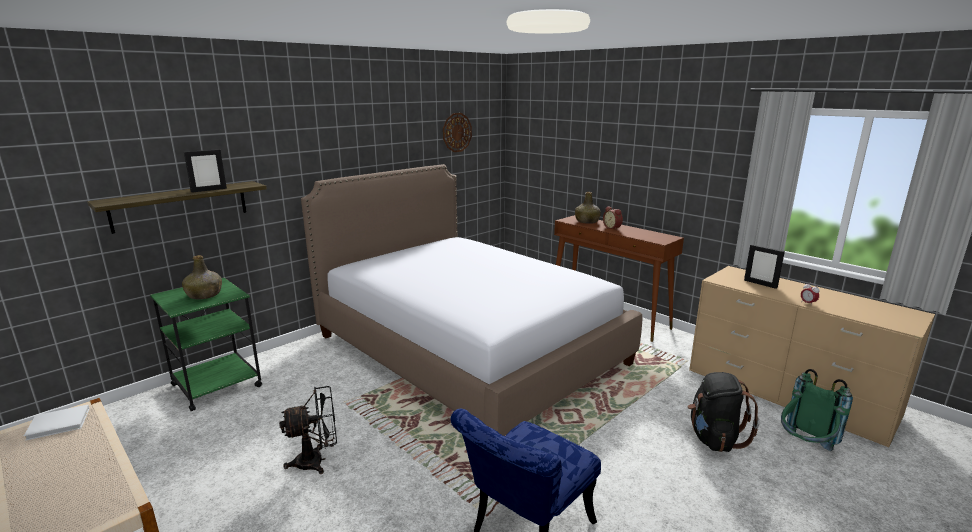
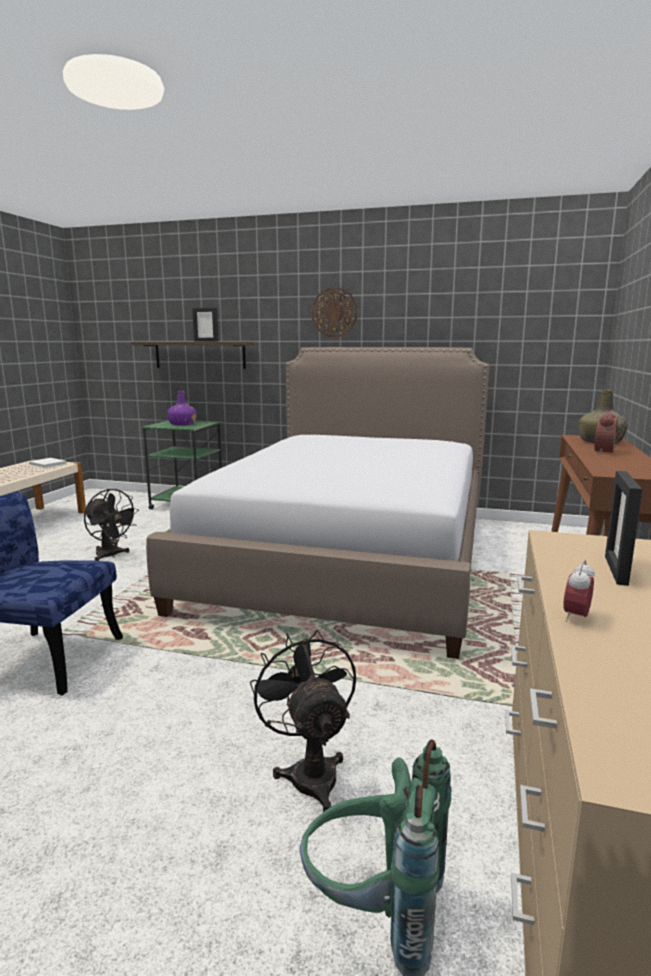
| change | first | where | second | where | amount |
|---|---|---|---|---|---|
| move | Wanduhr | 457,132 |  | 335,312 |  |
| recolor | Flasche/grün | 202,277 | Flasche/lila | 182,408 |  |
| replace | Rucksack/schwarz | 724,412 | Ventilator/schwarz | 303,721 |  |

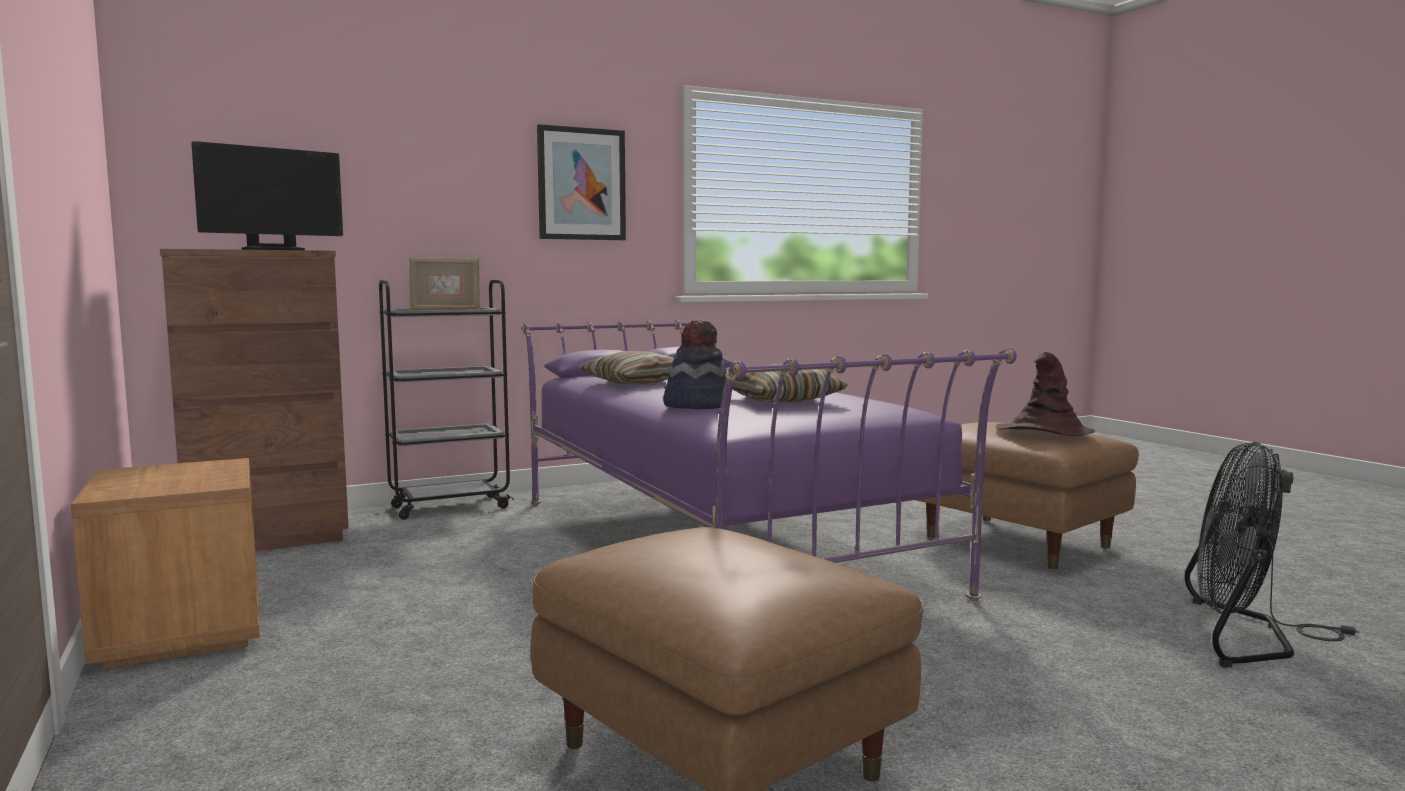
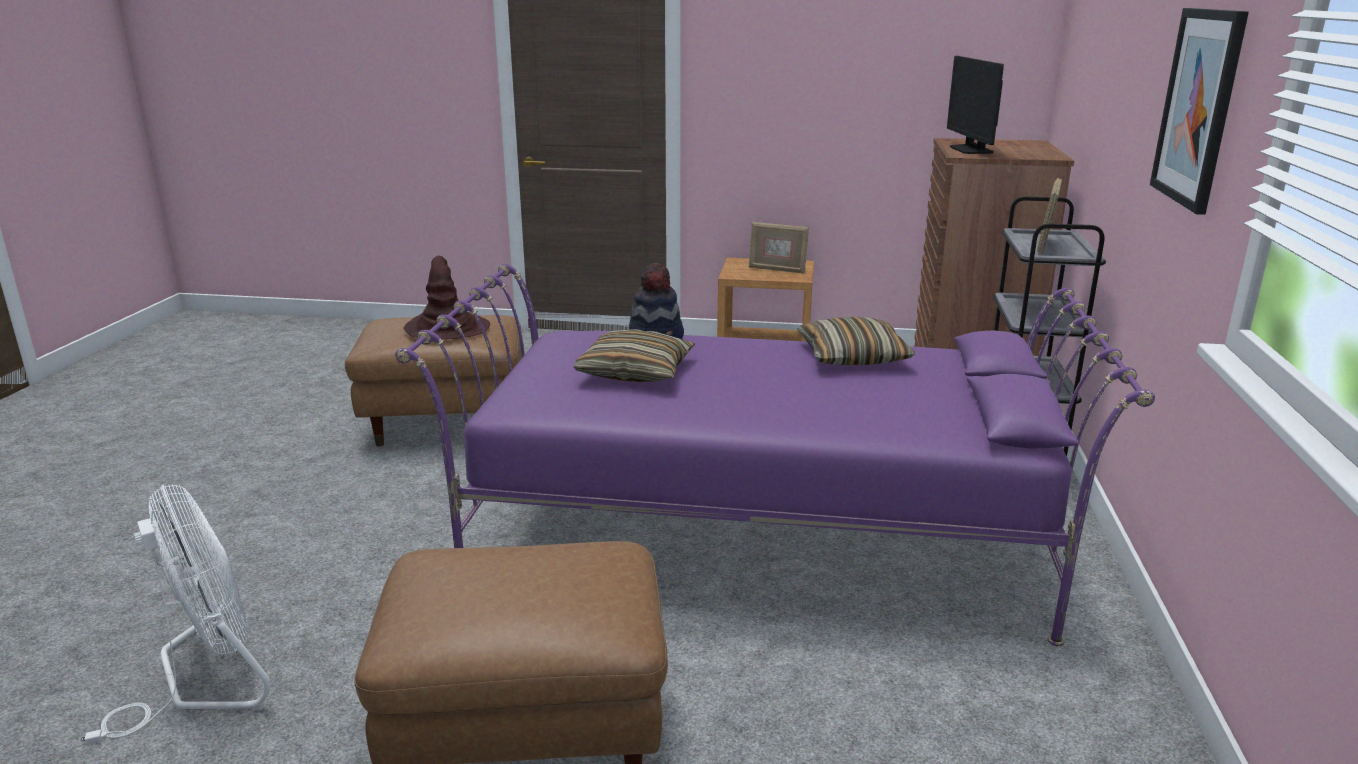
| change | first | where | second | where | amount |
|---|---|---|---|---|---|
| move | Hut/braun | 1045,394 |  | 447,297 |  |
| recolor | Ventilator/schwarz | 1272,555 | Ventilator/weiß | 176,614 |  |
| insert |  |  | Bilderrahmen | 779,248 |  |

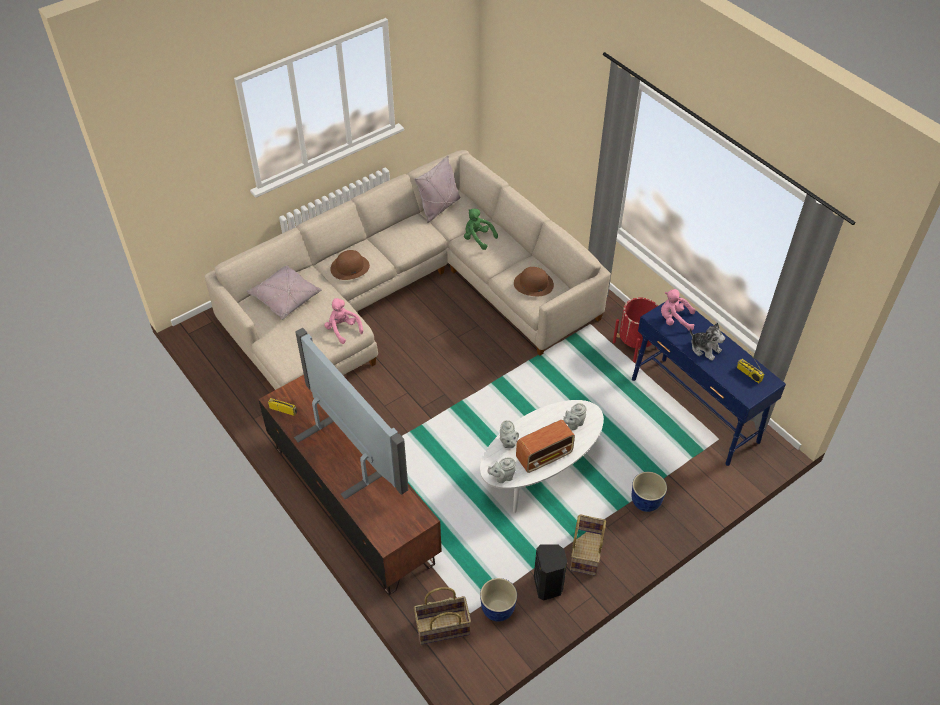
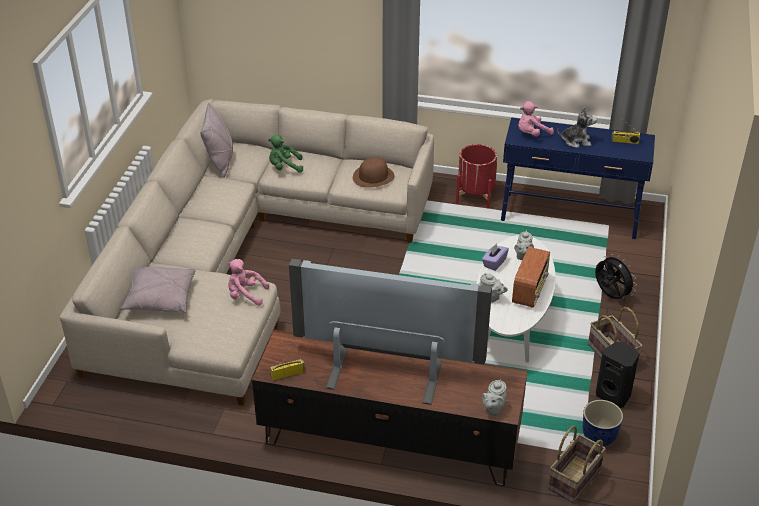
| change | first | where | second | where | amount |
|---|---|---|---|---|---|
| delete | Hut/braun | 350,265 |  |  |  |
| move | Teekanne/grau | 501,470 |  | 494,397 |  |
| replace | Pflanzkübel | 649,492 | Ventilator/schwarz | 616,276 |  |
| insert |  |  | Taschentuchbox/lila | 495,257 |  |

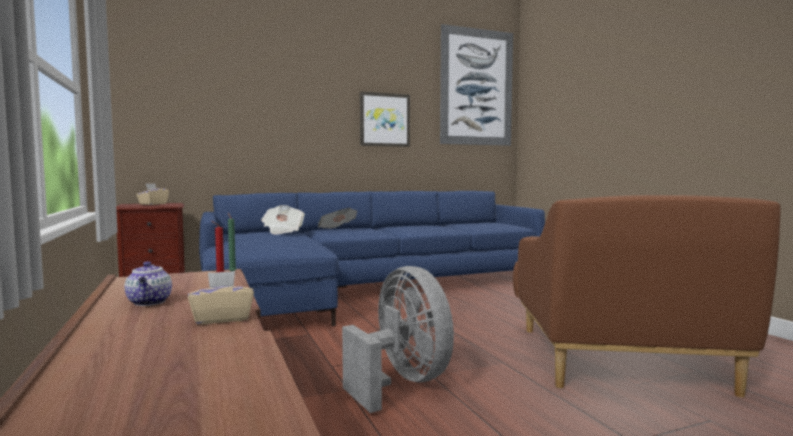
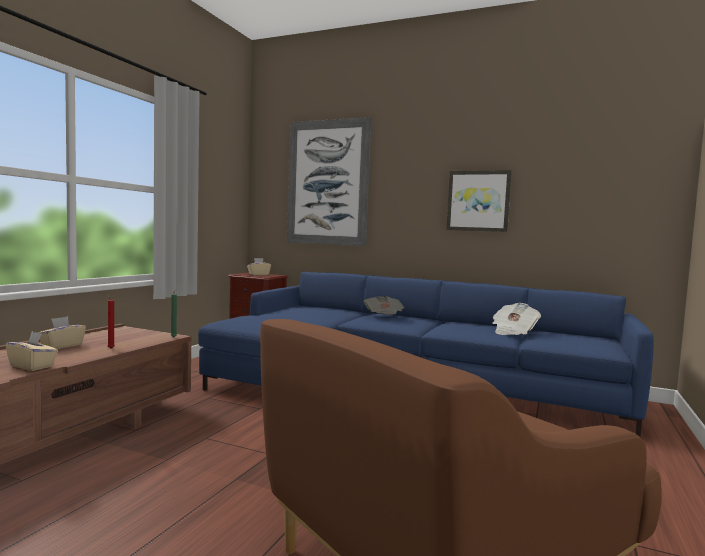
| change | first | where | second | where | amount |
|---|---|---|---|---|---|
| move | Bild | 476,85 |  | 329,181 |  |
| move | Zeitung | 283,219 |  | 517,319 |  |
| replace | Teekanne | 148,283 | Taschentuchbox/beige | 62,332 |  |
| delete | Ventilator/grau | 398,339 |  |  |  |

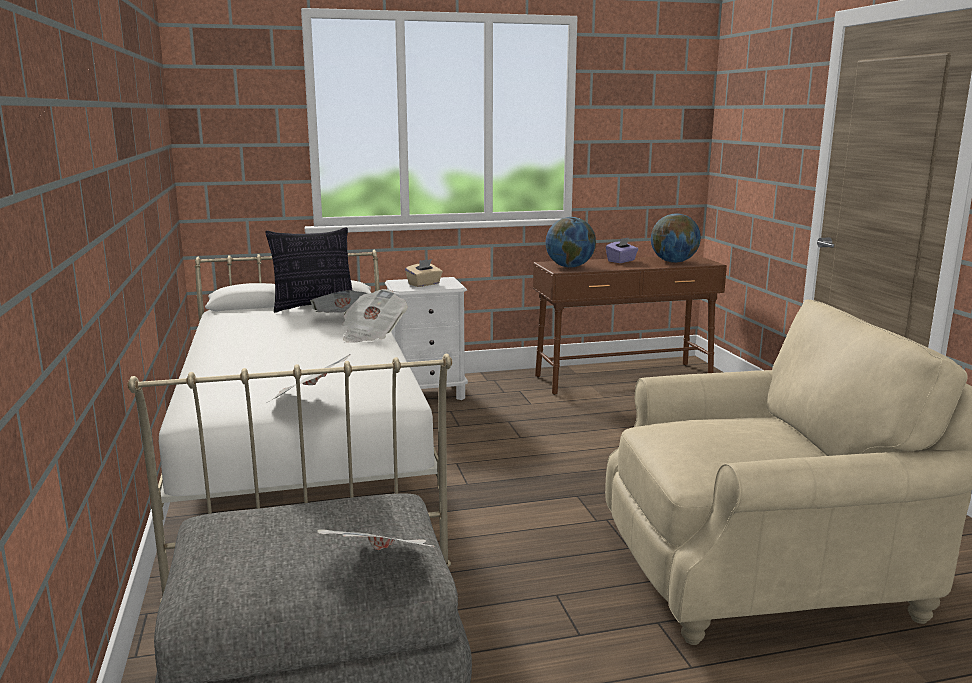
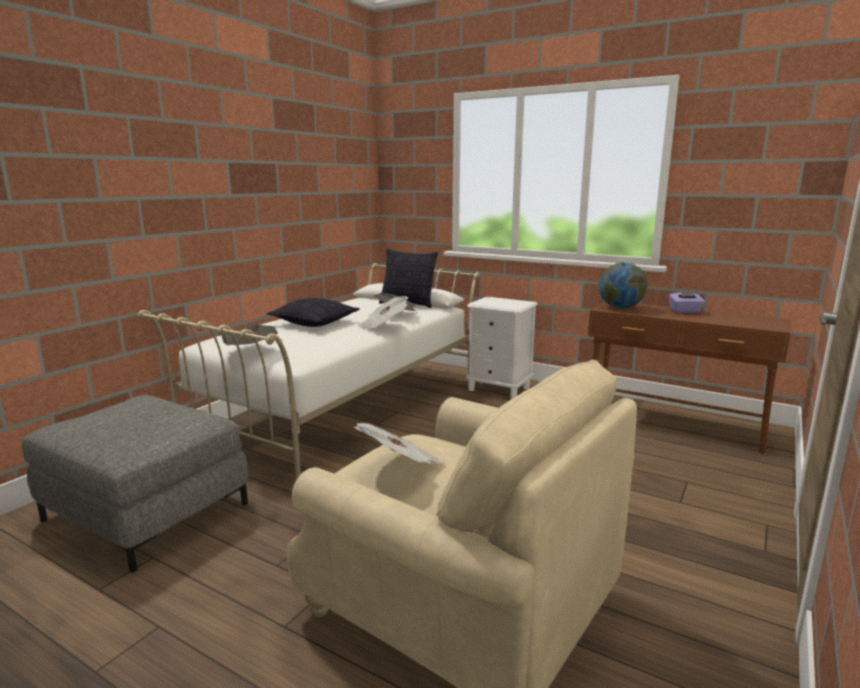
| change | first | where | second | where | amount |
|---|---|---|---|---|---|
| delete | Globus | 676,238 |  |  |  |
| delete | Taschentuchbox/beige | 424,273 |  |  |  |
| move | Zeitung | 375,539 |  | 399,443 |  |
| insert |  |  | Kissen | 313,312 |  |

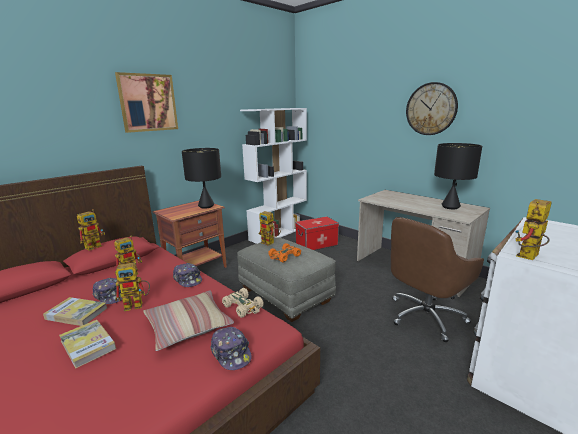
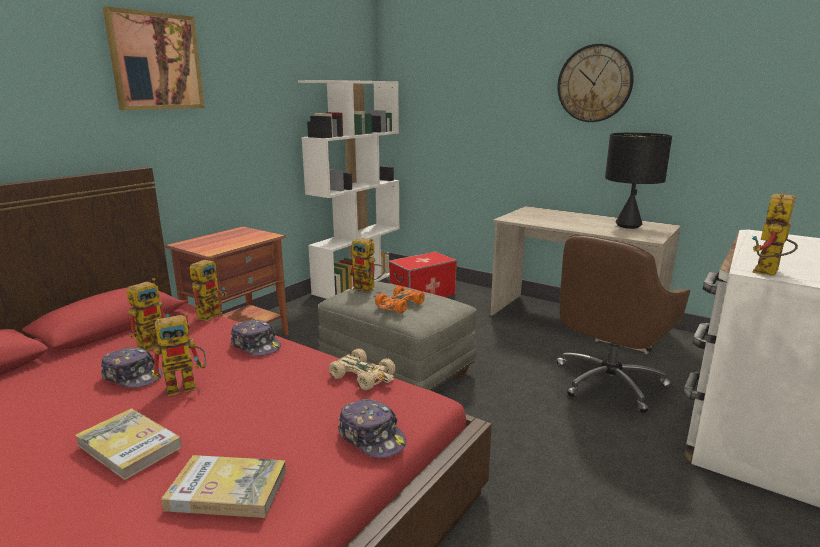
| change | first | where | second | where | amount |
|---|---|---|---|---|---|
| delete | Tischlampe/schwarz | 201,178 |  |  |  |
| move | Spielzeugroboter | 91,230 |  | 208,288 |  |
| delete | Kissen | 188,320 |  |  |  |
| move | Buch | 75,311 |  | 223,486 |  |

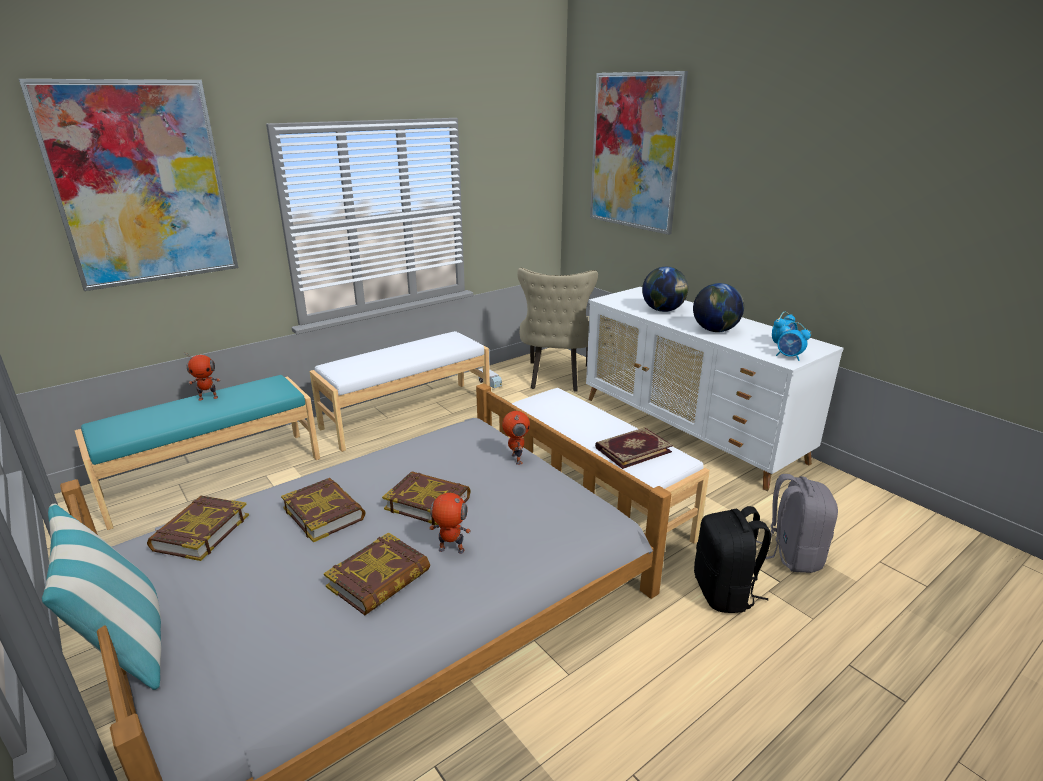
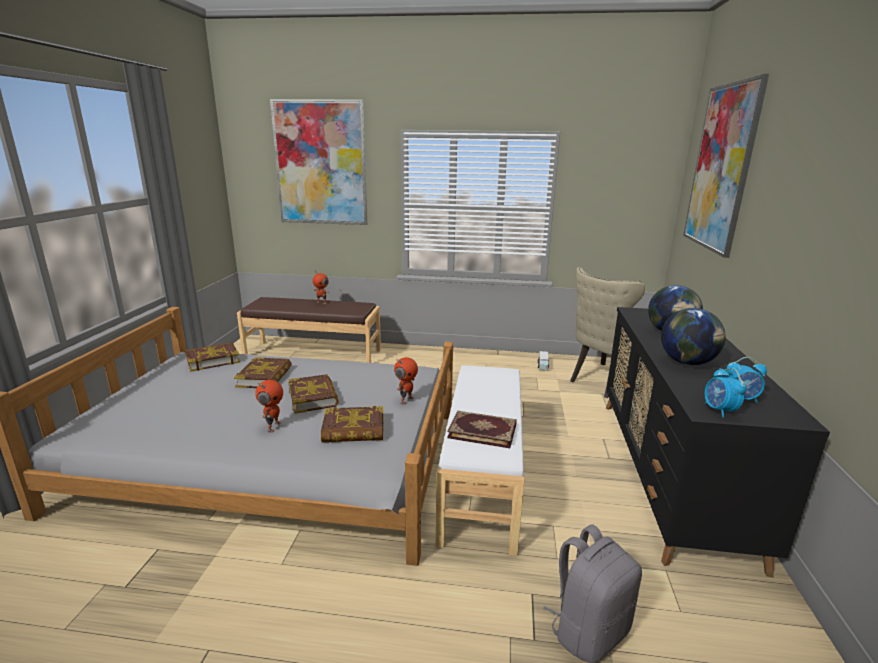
| change | first | where | second | where | amount |
|---|---|---|---|---|---|
| recolor | Kommode/weiß | 715,389 | Kommode/schwarz | 718,442 |  |
| delete | Bank/weiß | 399,391 |  |  |  |
| recolor | Bank/türkis | 197,452 | Bank/braun | 309,330 |  |
| rotate | Spielzeugroboter | 450,523 |  | 269,406 | 45 degrees clockwise |
| delete | Kissen | 101,597 |  |  |  |
| delete | Rucksack/schwarz | 732,559 |  |  |  |
| move | Buch | 377,573 |  | 352,424 |  |

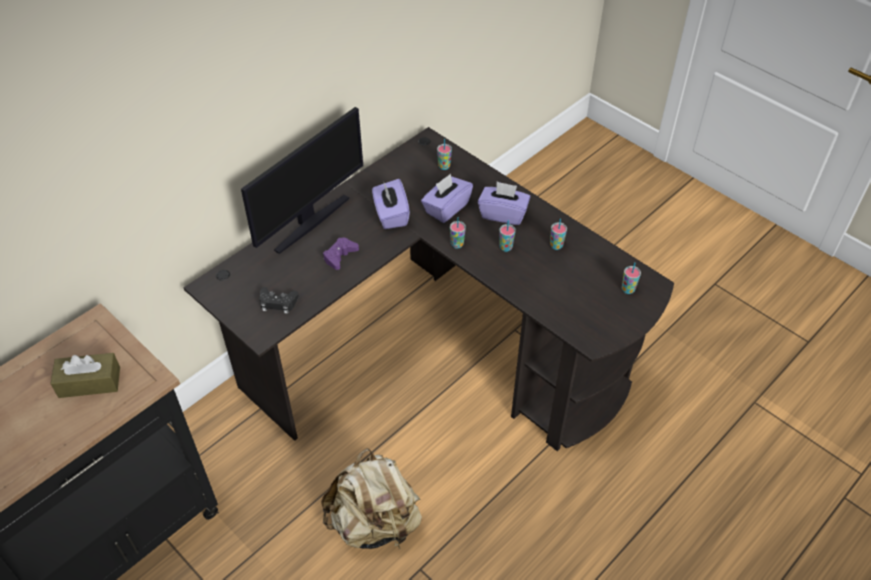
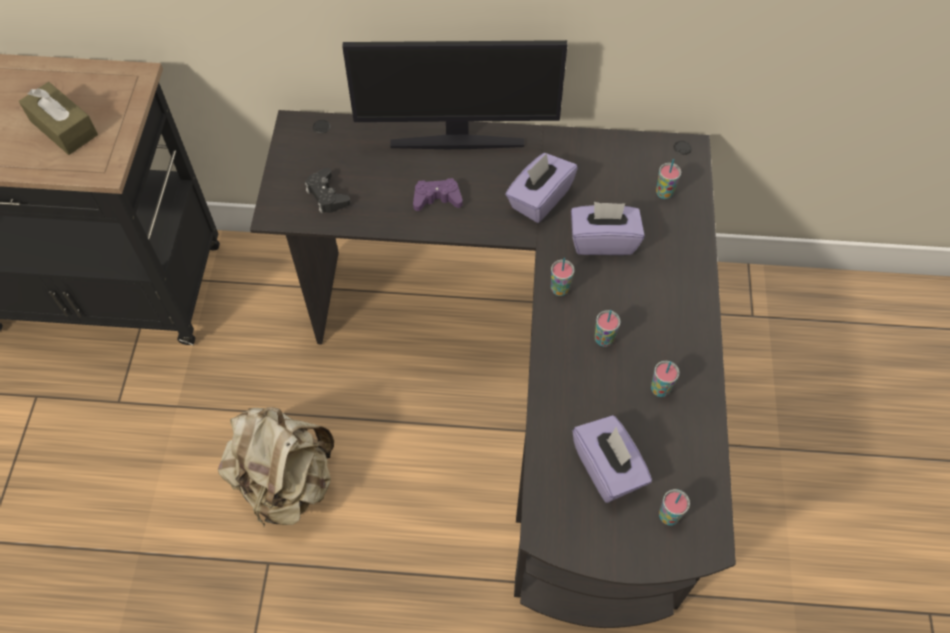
| change | first | where | second | where | amount |
|---|---|---|---|---|---|
| move | Taschentuchbox/lila | 504,203 |  | 612,459 |  |

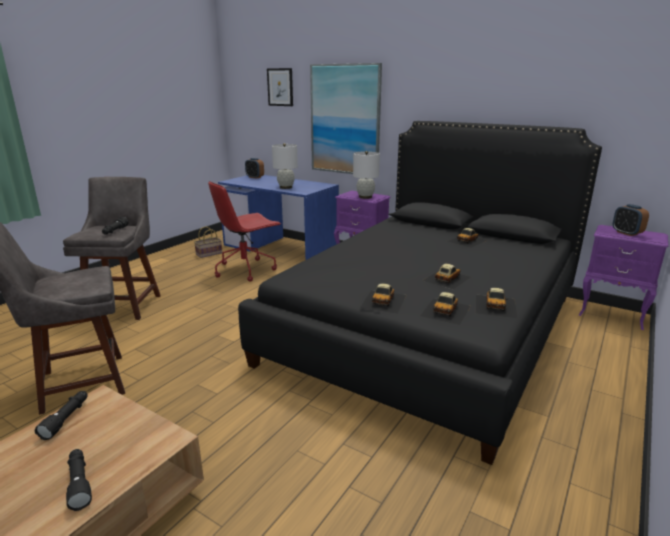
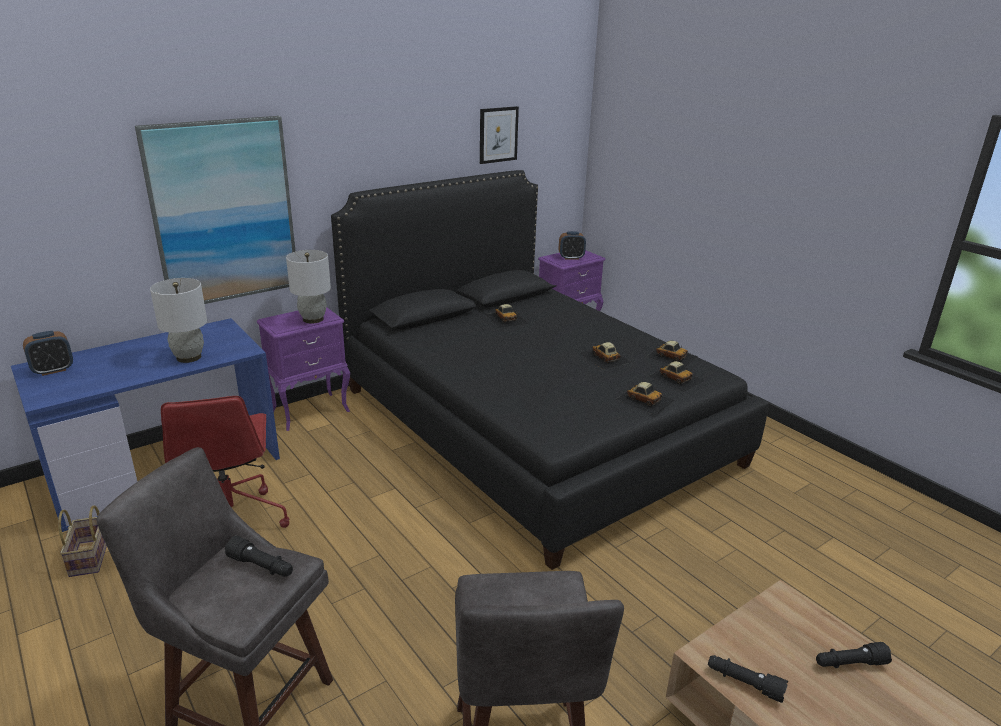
| change | first | where | second | where | amount |
|---|---|---|---|---|---|
| move | Bild | 280,87 |  | 499,135 |  |

